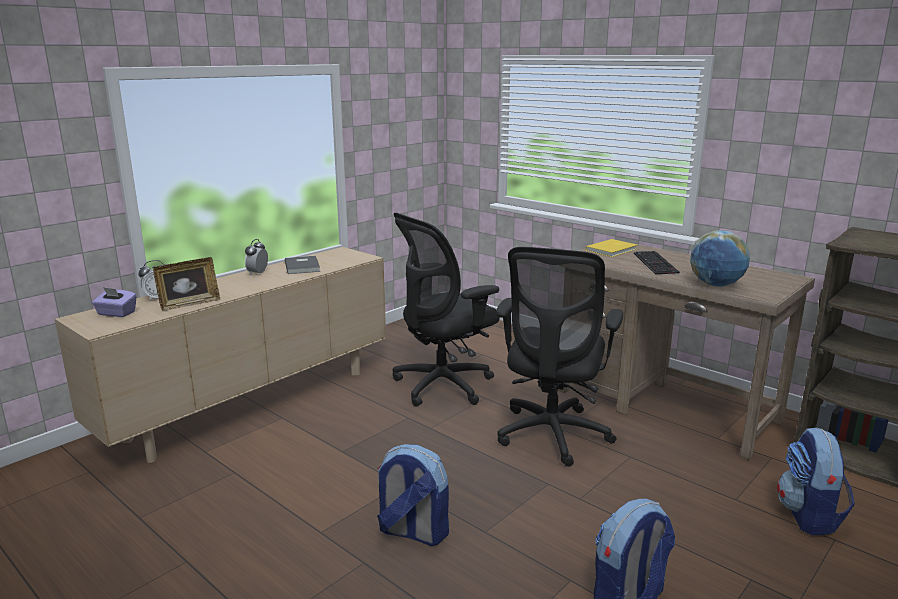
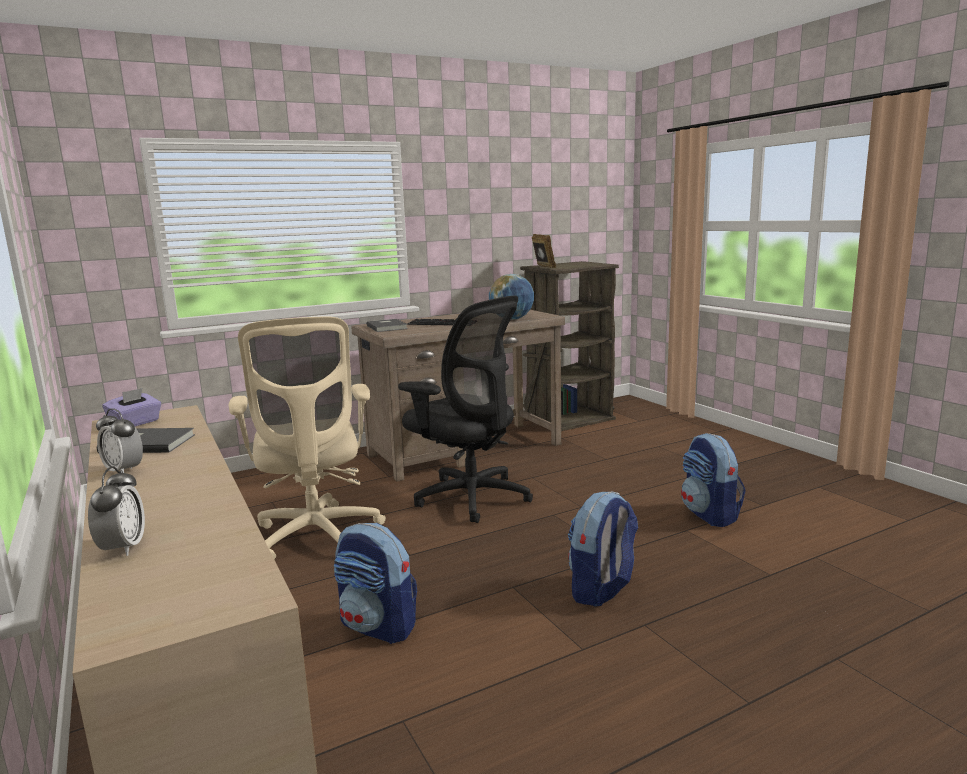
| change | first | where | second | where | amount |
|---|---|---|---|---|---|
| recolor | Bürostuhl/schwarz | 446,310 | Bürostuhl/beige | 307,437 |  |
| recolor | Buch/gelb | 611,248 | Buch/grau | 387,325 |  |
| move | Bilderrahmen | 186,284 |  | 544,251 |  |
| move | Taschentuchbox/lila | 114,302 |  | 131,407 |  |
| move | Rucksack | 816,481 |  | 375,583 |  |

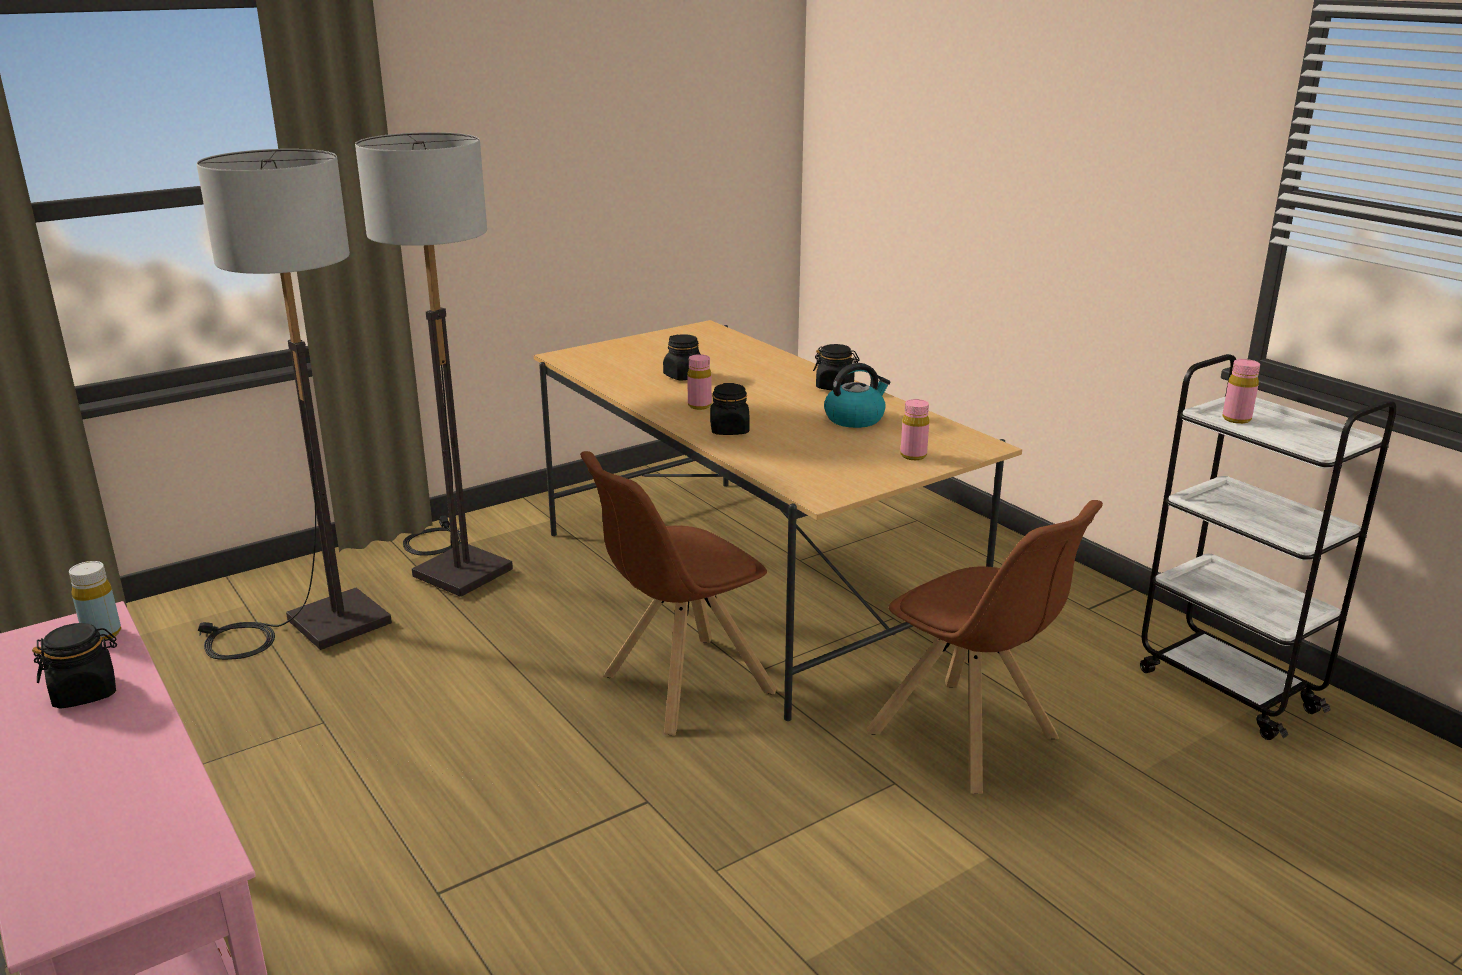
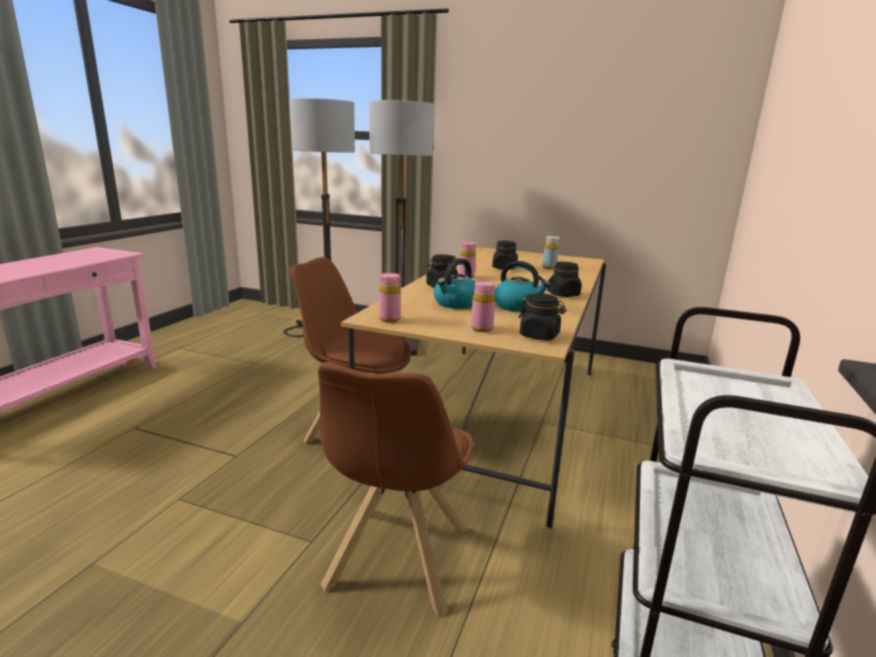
| change | first | where | second | where | amount |
|---|---|---|---|---|---|
| move | Flasche/rosa | 1241,391 |  | 390,298 |  |
| move | Flasche/gelb | 95,600 |  | 550,252 |  |
| move | Vorratsglas/schwarz | 74,666 |  | 542,317 |  |
| insert |  |  | Wasserkessel | 455,283 |  |

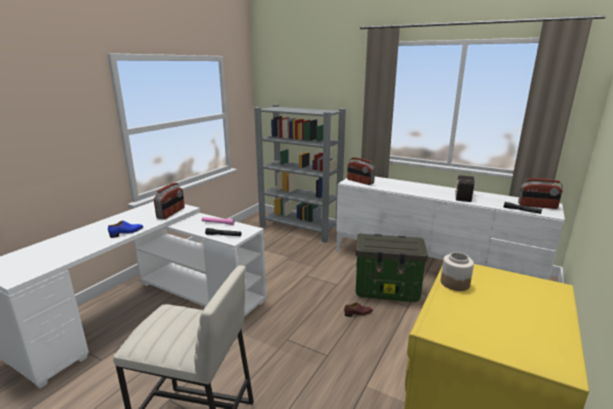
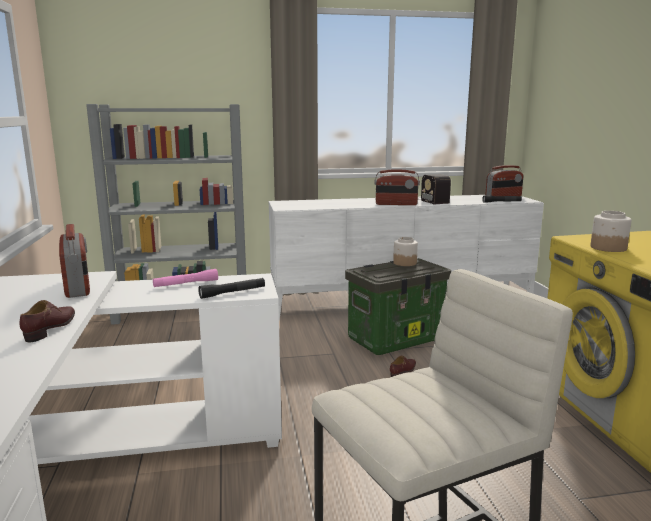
| change | first | where | second | where | amount |
|---|---|---|---|---|---|
| move | Radio | 361,171 |  | 397,187 |  |
| recolor | Schuh/blau | 125,229 | Schuh/braun | 47,321 |  |
| insert |  |  | Vorratsglas | 405,251 |  |

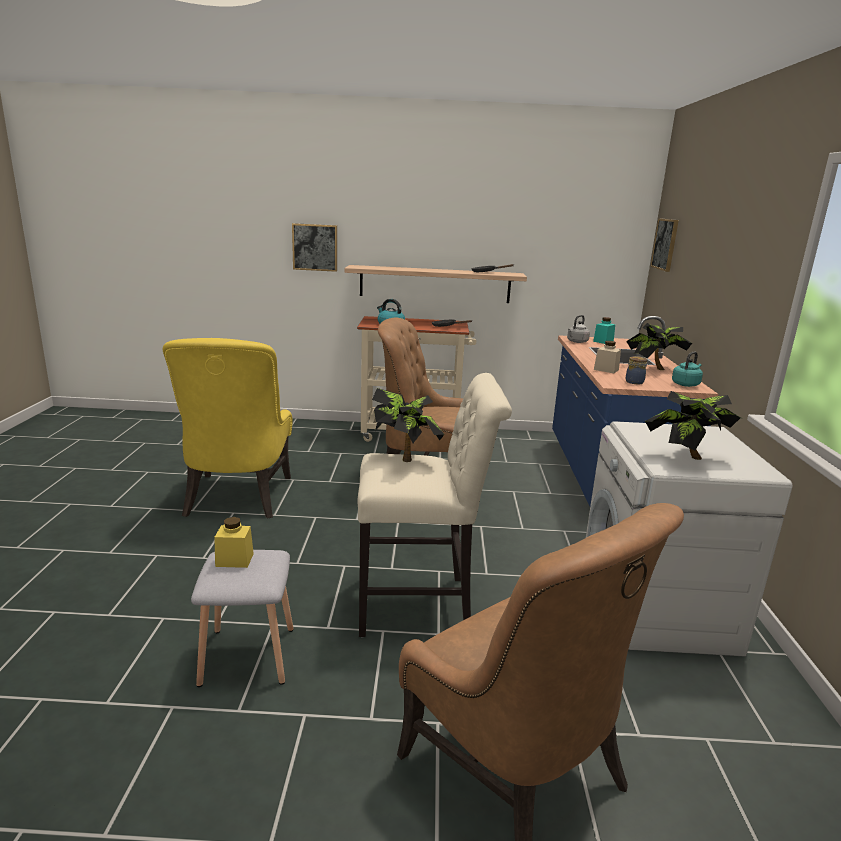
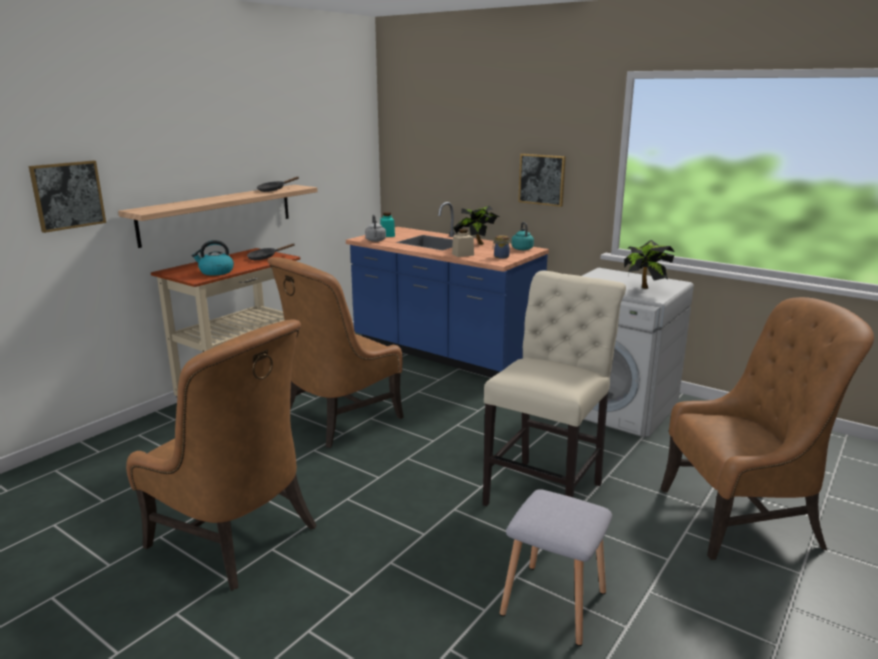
| change | first | where | second | where | amount |
|---|---|---|---|---|---|
| move | Bild | 664,245 |  | 542,180 |  |
| recolor | Stuhl/gelb | 228,428 | Stuhl/braun | 221,455 |  |
| delete | Topfpflanze | 408,425 |  |  |  |
| delete | Vorratsglas/gelb | 234,542 |  |  |  |

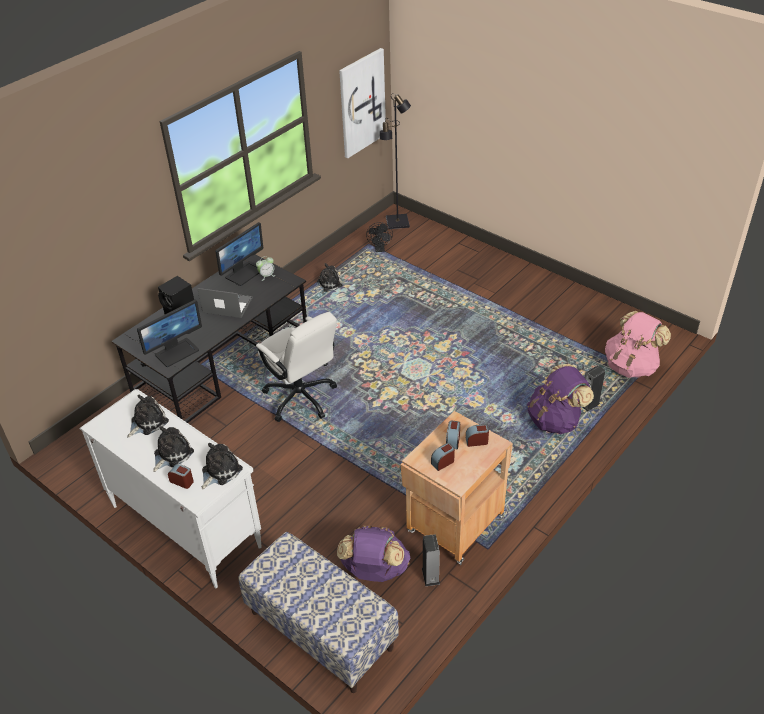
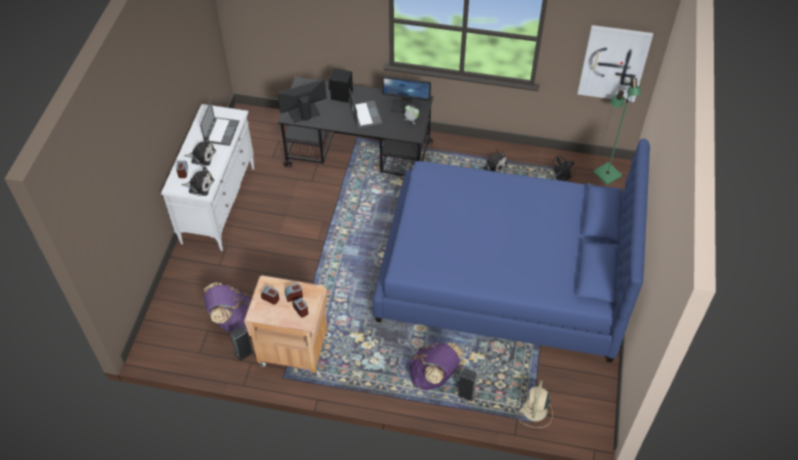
| change | first | where | second | where | amount |
|---|---|---|---|---|---|
| recolor | Stehlampe/schwarz | 395,161 | Stehlampe/grün | 617,129 |  |
| rotate | Monitor | 169,333 |  | 302,101 | 135 degrees clockwise |
| replace | Rucksack/rosa | 638,344 | Ventilator/beige | 536,404 |  |
| delete | Bürostuhl/weiß | 296,367 |  |  |  |
| replace | Plüschtier | 148,416 | Laptop | 219,123 |  |
| delete | Bank | 319,612 |  |  |  |
| insert |  |  | Bett/blau | 511,251 |  |

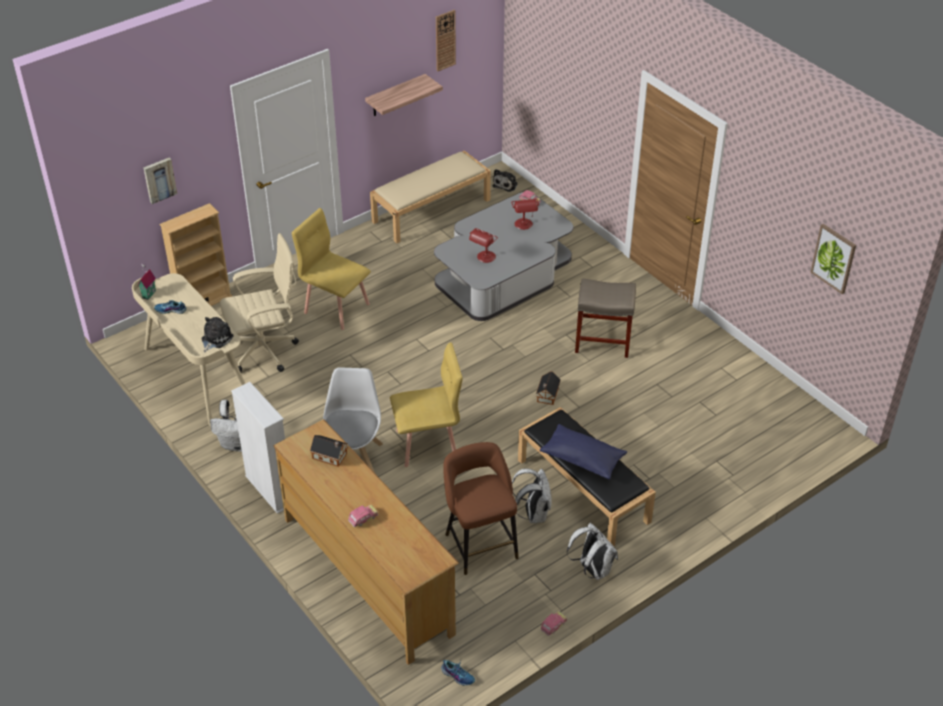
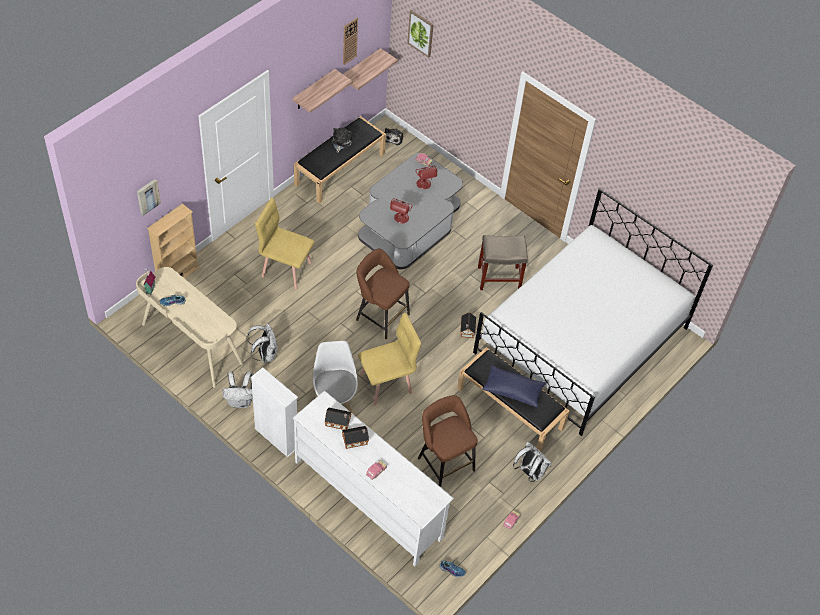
| change | first | where | second | where | amount |
|---|---|---|---|---|---|
| recolor | Bank/beige | 430,196 | Bank/schwarz | 340,160 |  |
| move | Bild | 833,259 |  | 420,34 |  |
| delete | Bürostuhl/beige | 259,302 |  |  |  |
| move | Plüschtier | 217,334 |  | 342,140 |  |
| recolor | Kommode/braun | 366,542 | Kommode/weiß | 373,478 |  |
| move | Rucksack/weiß | 532,495 |  | 262,343 |  |
| insert |  |  | Wandregal | 370,69 |  |
| insert |  |  | Bett/weiß | 593,312 |  |
| insert |  |  | Hocker/braun | 383,294 |  |
| insert |  |  | Spielzeughaus | 355,437 |  |

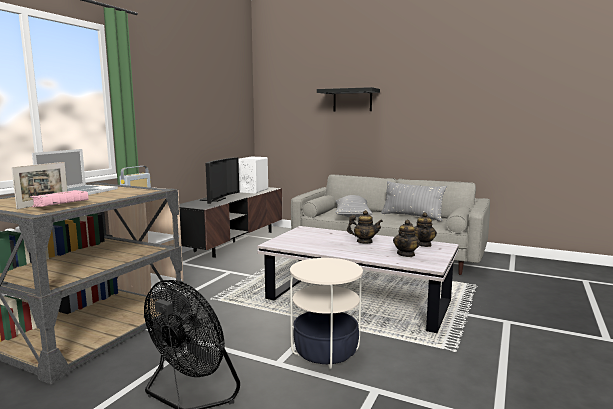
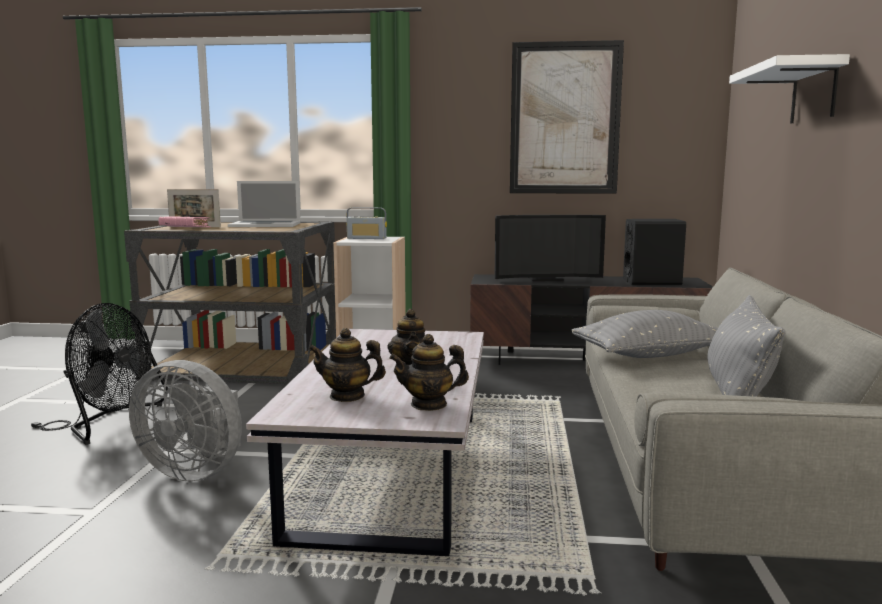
| change | first | where | second | where | amount |
|---|---|---|---|---|---|
| recolor | Wandregal/schwarz | 348,99 | Wandregal/weiß | 789,88 |  |
| recolor | Lautsprecher/weiß | 253,174 | Lautsprecher/schwarz | 654,252 |  |
| replace | Beistelltisch/beige | 326,313 | Ventilator/grau | 185,421 |  |
| insert |  |  | Bild | 567,117 |  |

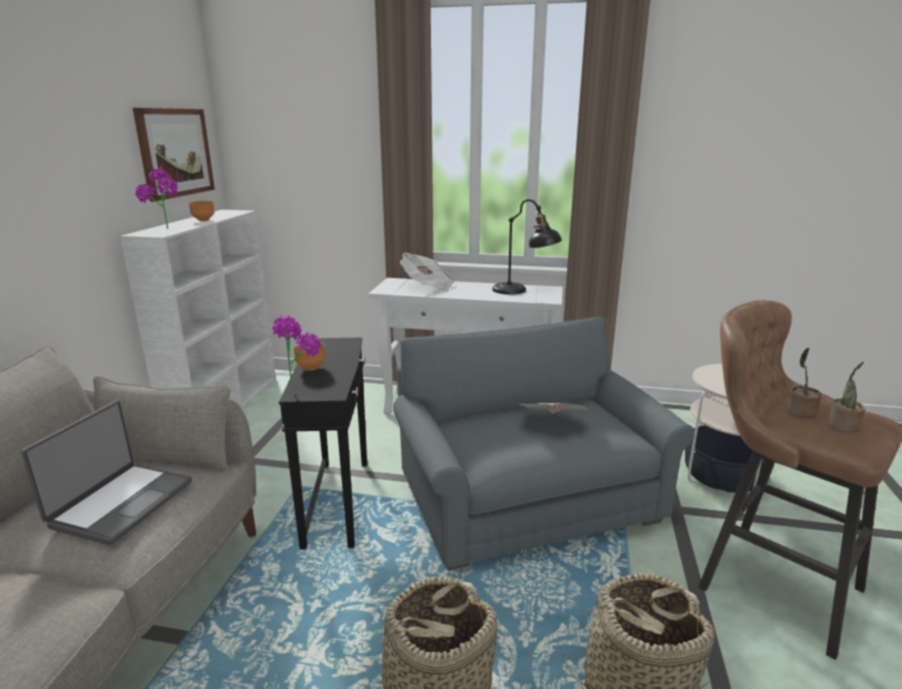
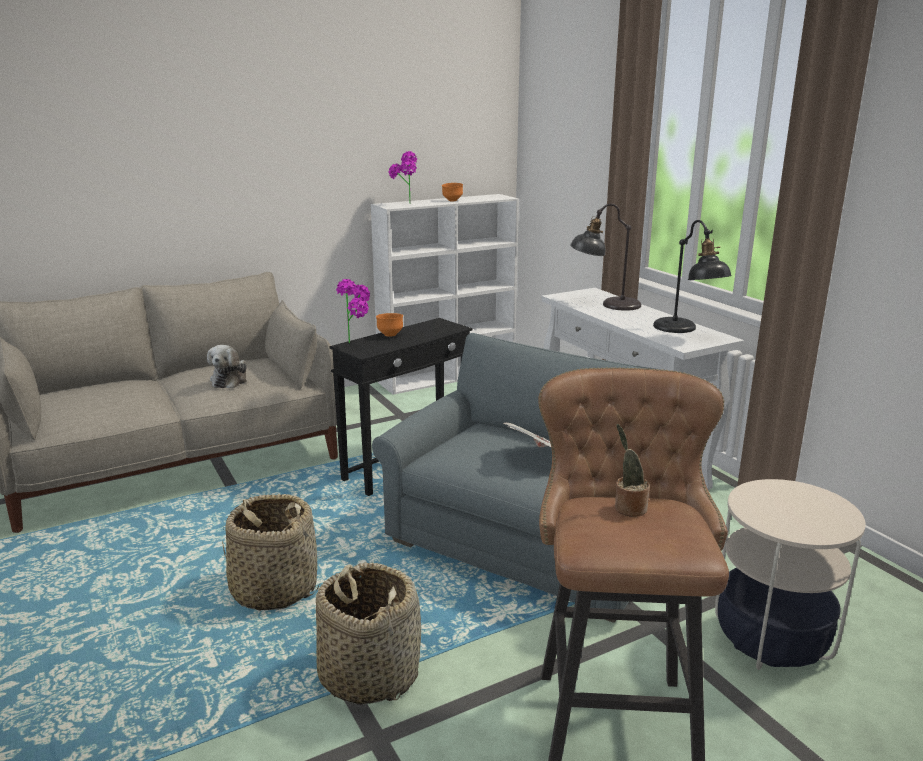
| change | first | where | second | where | amount |
|---|---|---|---|---|---|
| delete | Bild | 174,154 |  |  |  |
| replace | Zeitung | 427,273 | Tischlampe/grau | 605,257 |  |
| delete | Topfpflanze | 847,396 |  |  |  |
| replace | Laptop | 106,473 | Plüschtier | 227,366 |  |

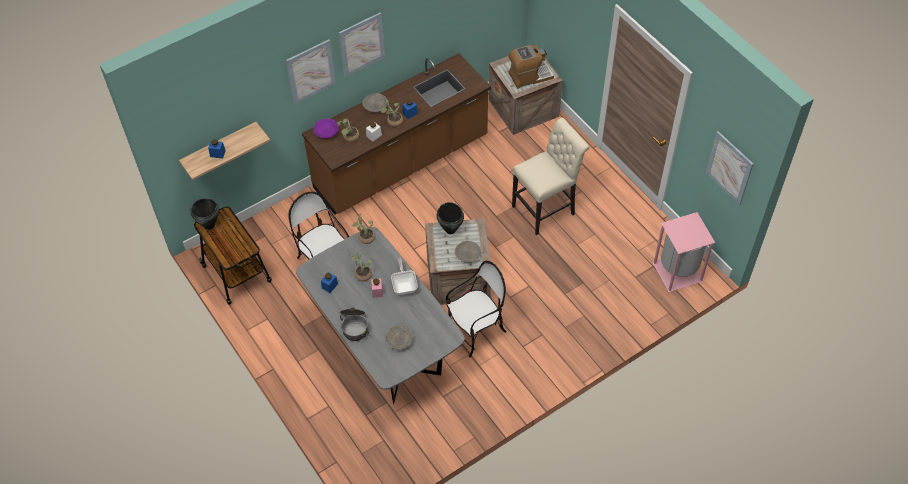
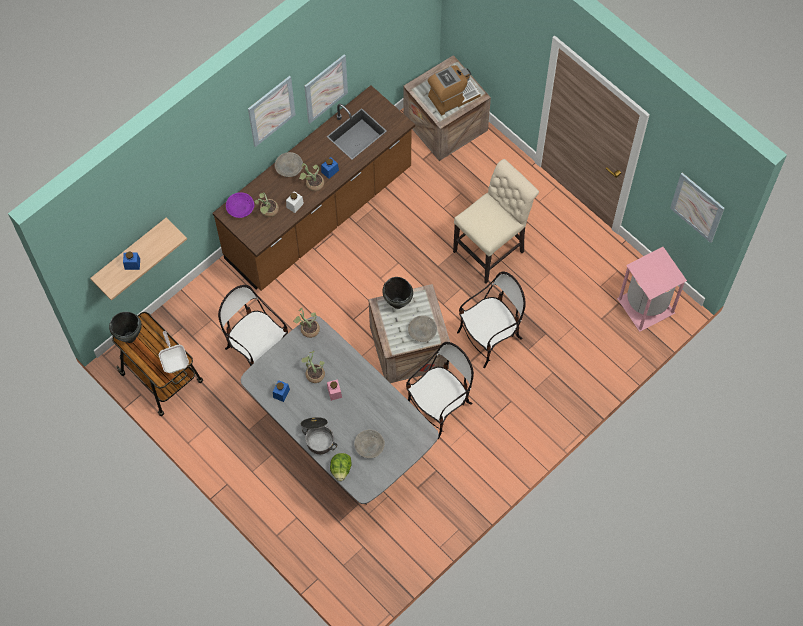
| change | first | where | second | where | amount |
|---|---|---|---|---|---|
| move | Bild | 311,71 |  | 326,89 |  |
| move | Pfanne | 404,276 |  | 174,352 |  |
| insert |  |  | Stuhl | 491,319 |  |
| insert |  |  | Salatkopf | 341,467 |  |

